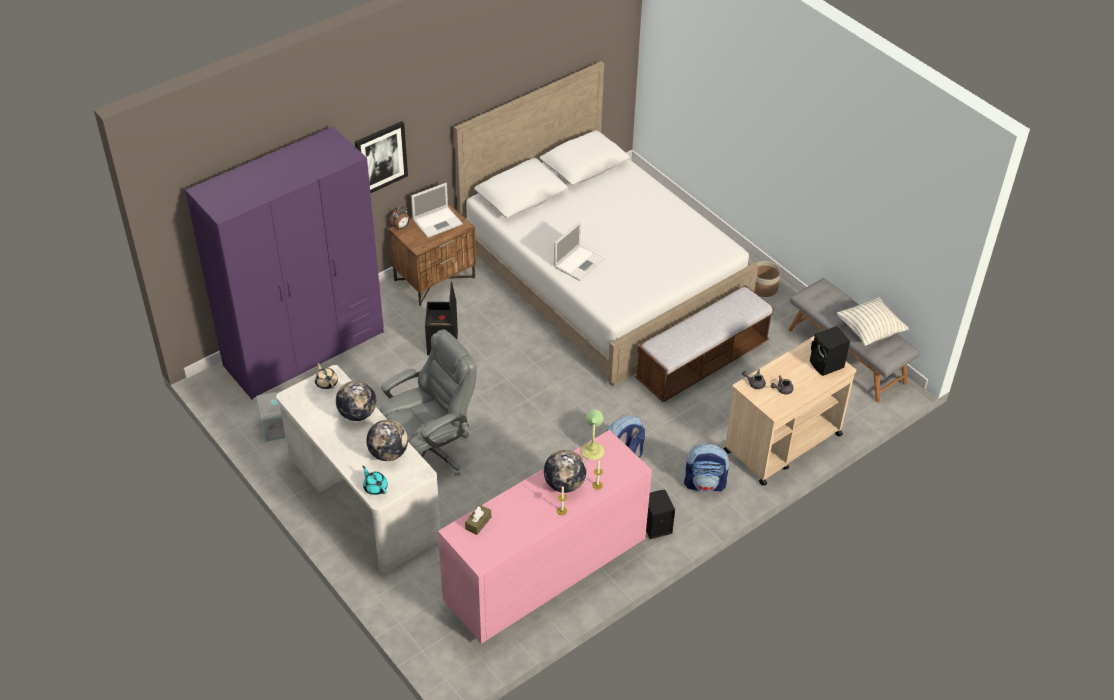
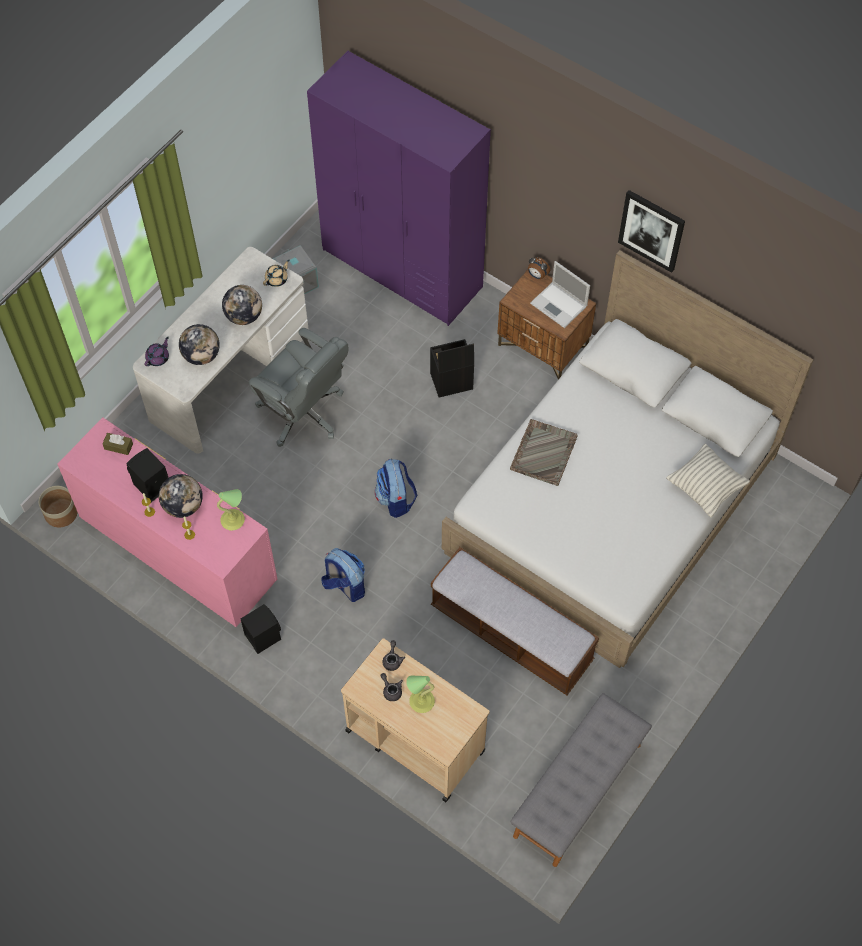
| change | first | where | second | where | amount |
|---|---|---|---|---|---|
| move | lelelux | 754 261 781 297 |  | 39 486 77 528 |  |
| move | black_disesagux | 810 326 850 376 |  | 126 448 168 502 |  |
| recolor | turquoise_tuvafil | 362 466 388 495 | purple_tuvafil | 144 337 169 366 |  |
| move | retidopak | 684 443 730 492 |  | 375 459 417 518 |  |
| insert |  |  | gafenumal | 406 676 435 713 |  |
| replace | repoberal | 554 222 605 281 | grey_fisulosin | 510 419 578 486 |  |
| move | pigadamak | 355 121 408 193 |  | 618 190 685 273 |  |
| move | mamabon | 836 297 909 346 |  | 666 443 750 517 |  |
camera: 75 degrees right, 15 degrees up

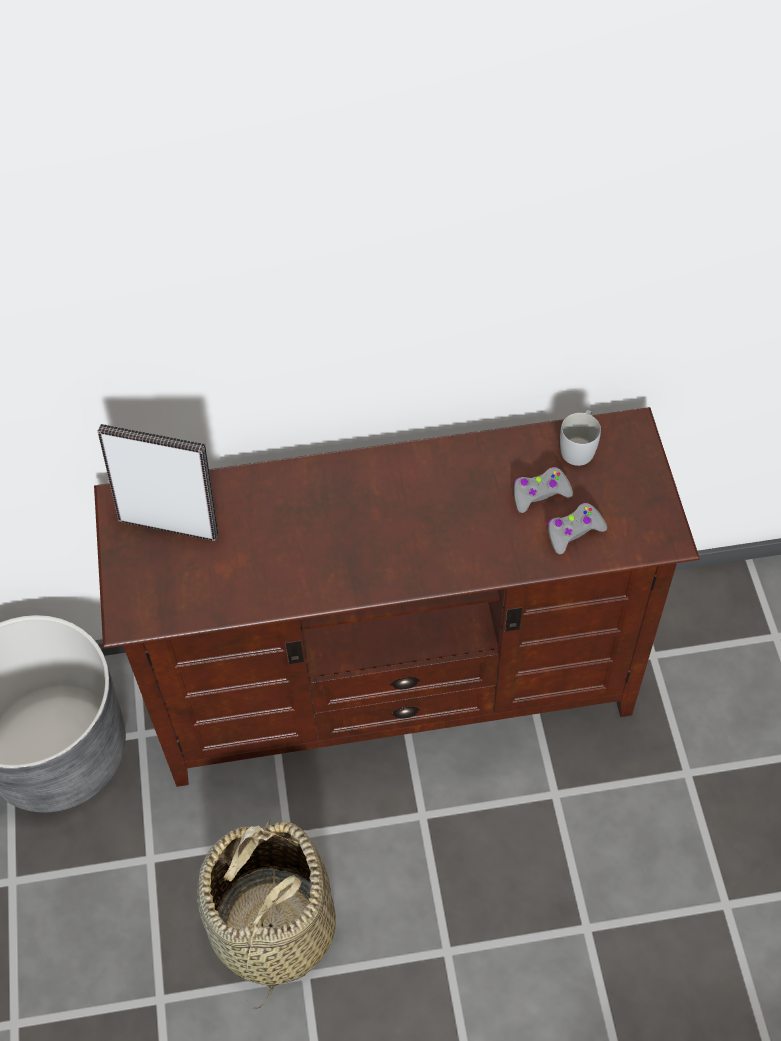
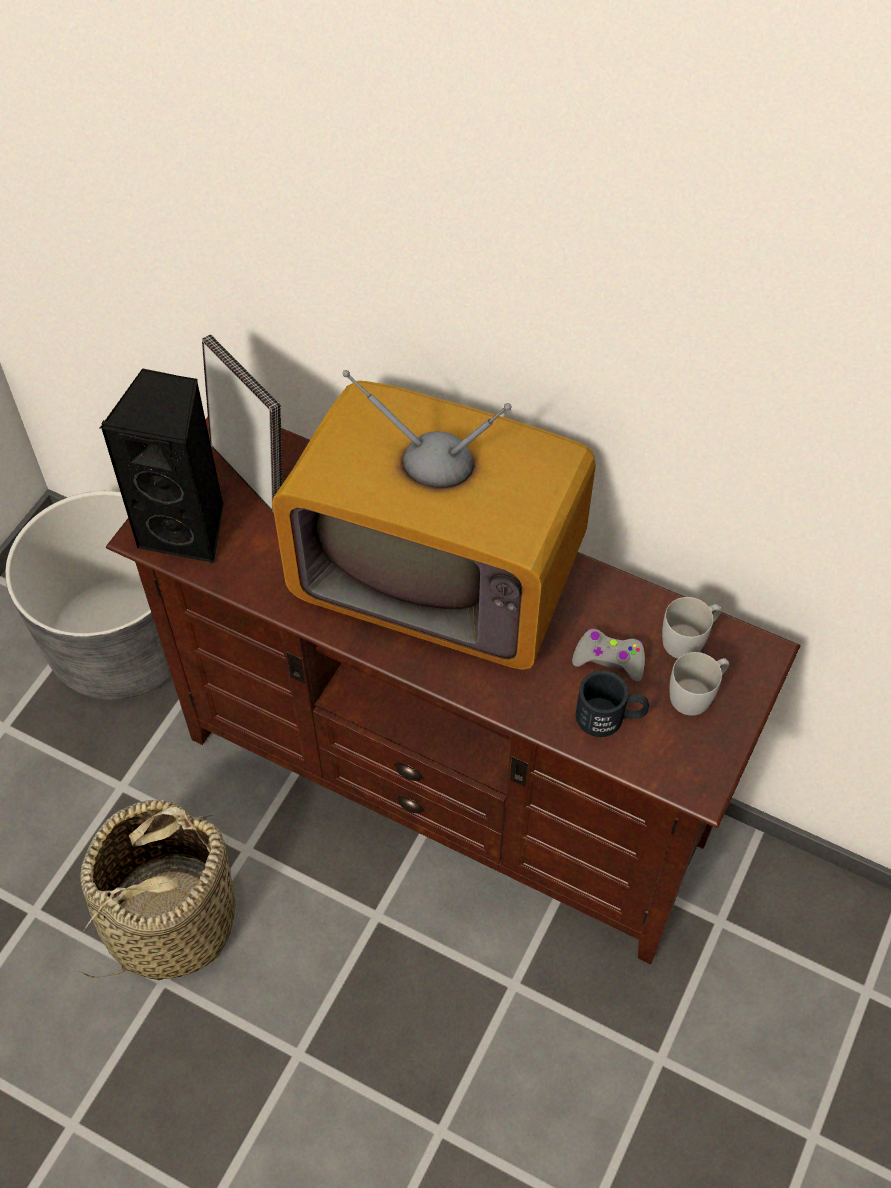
| change | first | where | second | where | amount |
|---|---|---|---|---|---|
| insert |  |  | black_disesagux | 100 368 224 565 |  |
| insert |  |  | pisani | 272 370 596 670 |  |
| replace | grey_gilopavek | 547 503 607 554 | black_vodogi | 576 670 649 737 |  |
| insert |  |  | white_vodogi | 670 652 729 716 |  |
camera: 35 degrees right, 0 degrees up

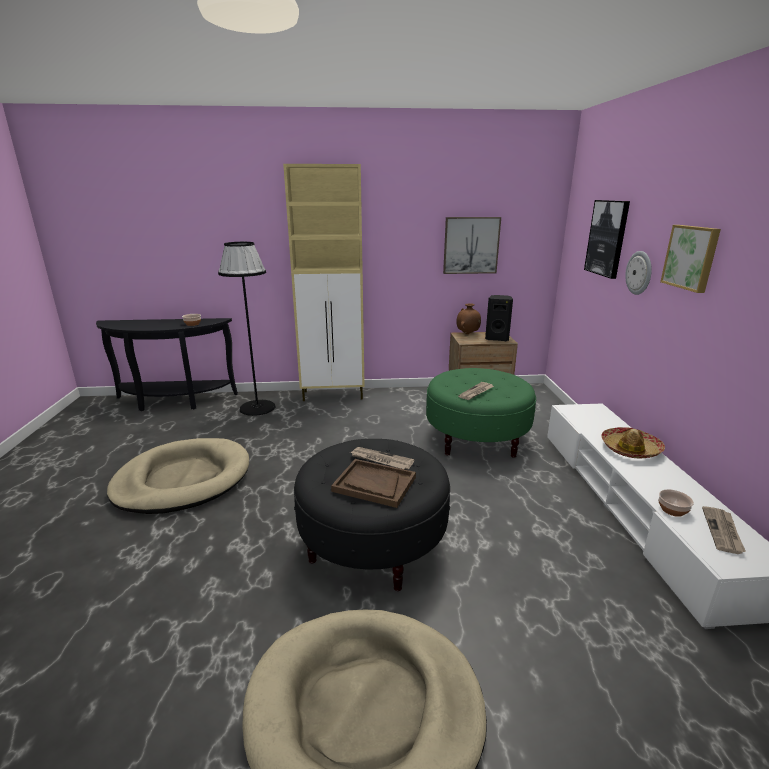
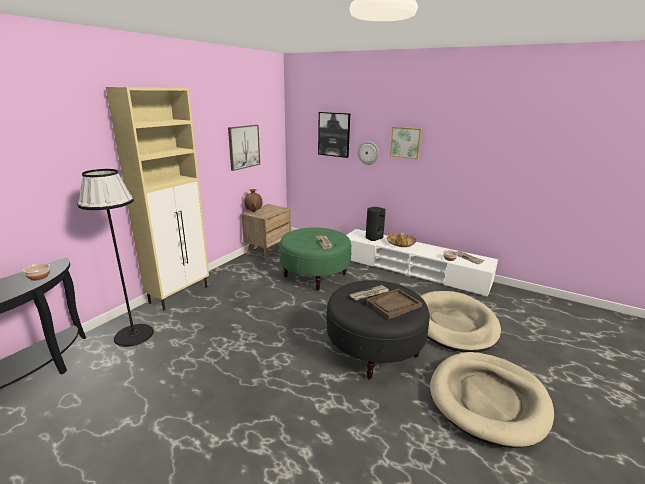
| change | first | where | second | where | amount |
|---|---|---|---|---|---|
| move | black_disesagux | 485 295 513 341 |  | 366 207 386 241 |  |
| move | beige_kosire | 107 438 249 514 |  | 420 291 501 352 |  |
camera: 55 degrees left, 0 degrees up

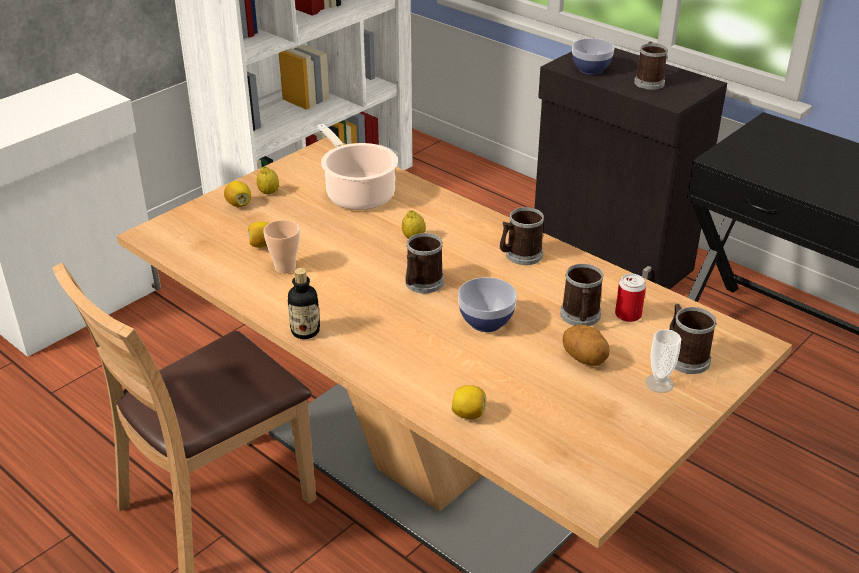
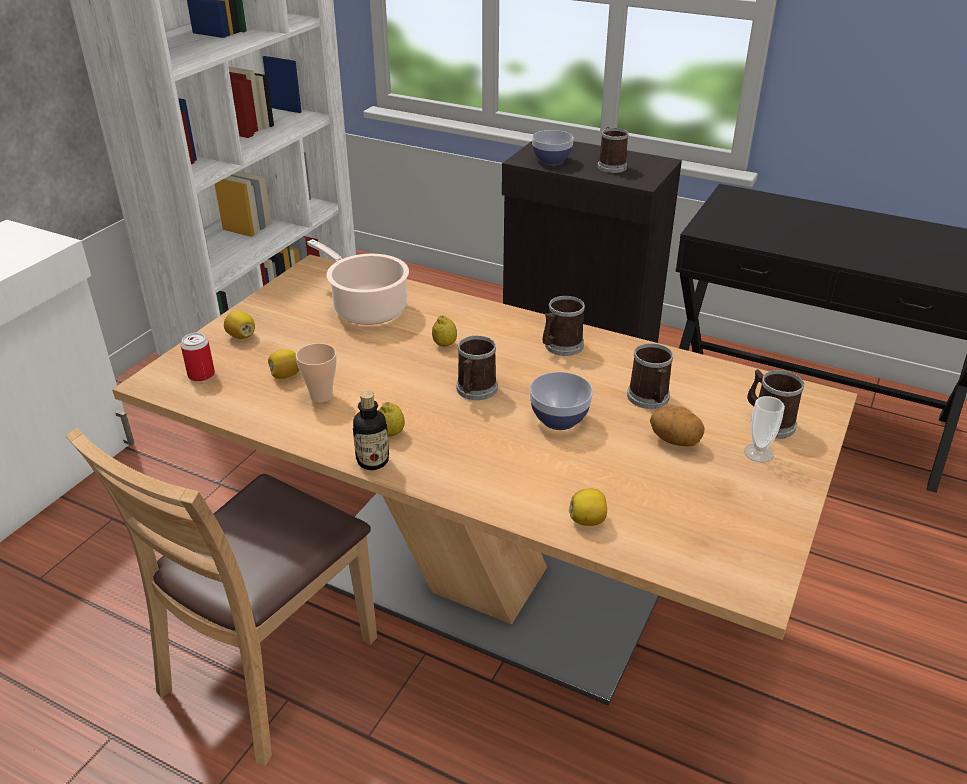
| change | first | where | second | where | amount |
|---|---|---|---|---|---|
| move | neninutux | 615 274 646 322 |  | 181 333 215 382 |  |
| move | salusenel | 257 167 279 194 |  | 378 402 405 436 |  |
camera: 15 degrees left, 0 degrees up

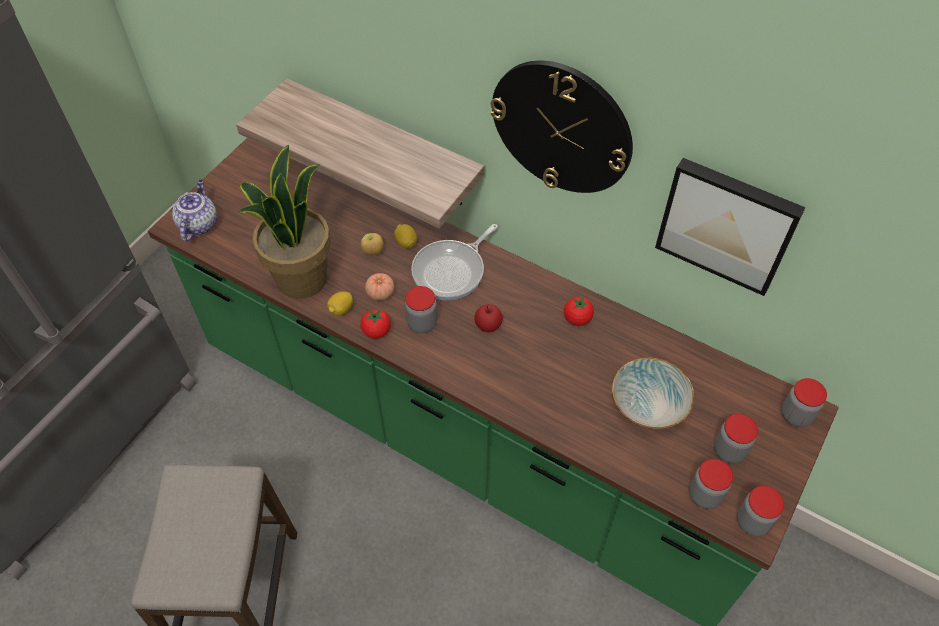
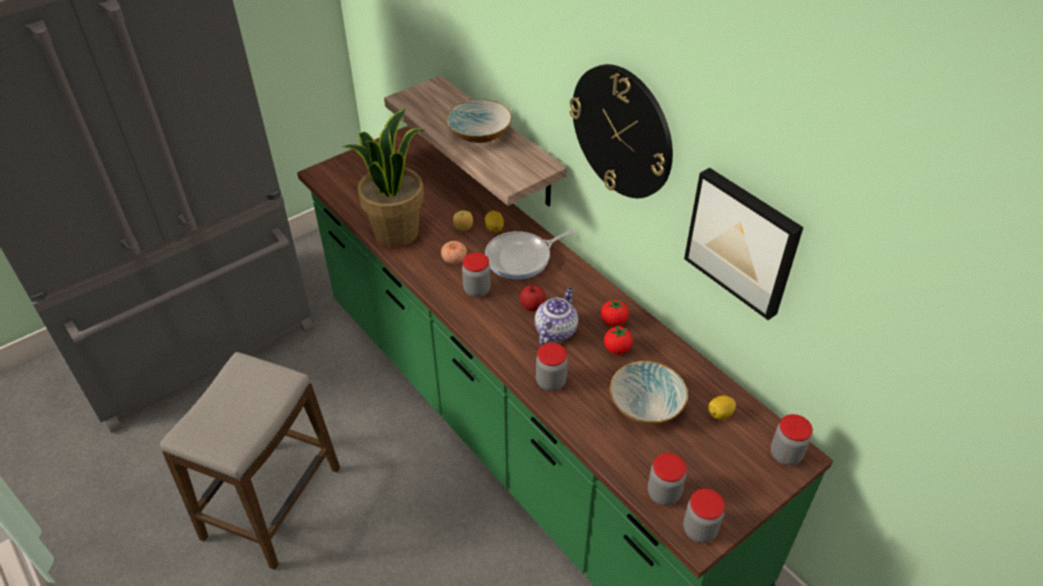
| change | first | where | second | where | amount |
|---|---|---|---|---|---|
| insert |  |  | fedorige | 446 99 512 143 |  |
| move | tuvafil | 172 179 217 242 |  | 535 287 578 345 |  |
| move | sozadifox | 714 414 758 463 |  | 536 343 568 391 |  |
| move | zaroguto | 360 309 391 339 |  | 604 325 633 354 |  |
| move | salusenel | 327 292 353 316 |  | 708 396 736 420 |  |
camera: 20 degrees right, 10 degrees down

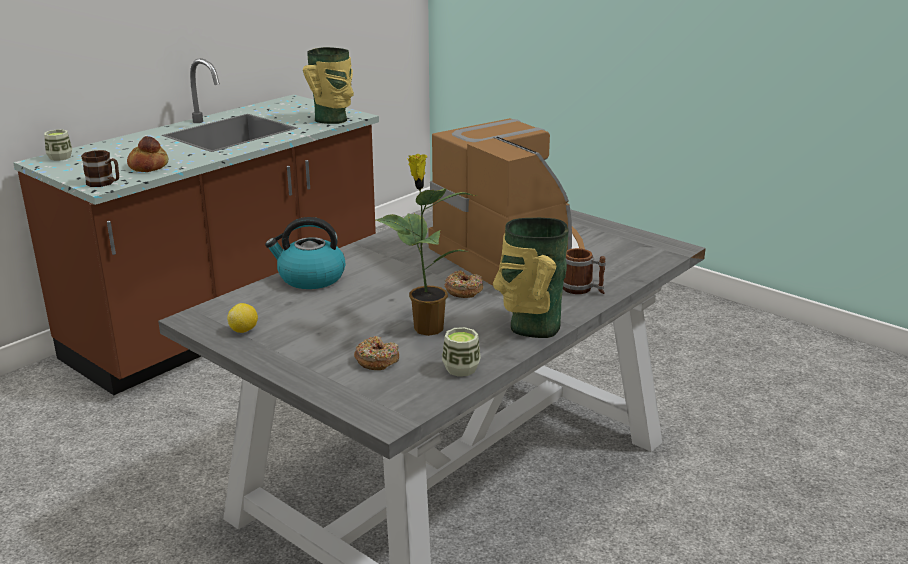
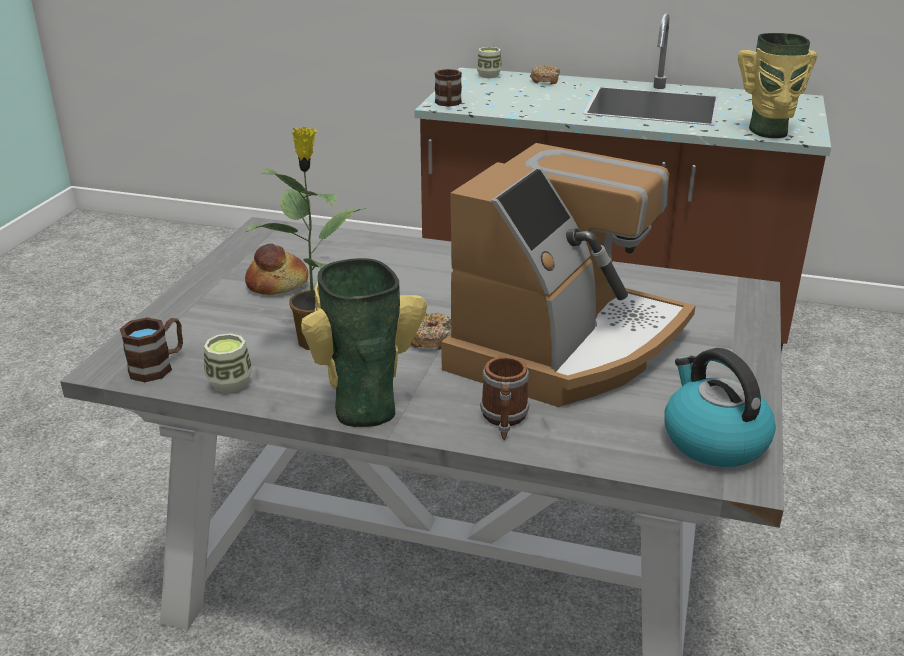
| change | first | where | second | where | amount |
|---|---|---|---|---|---|
| insert |  |  | brown_vodogi | 120 317 183 382 |  |
| move | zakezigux | 127 136 169 172 |  | 245 243 308 295 |  |
| move | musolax | 354 336 399 370 |  | 530 66 560 84 |  |
| move | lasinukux | 265 217 345 289 |  | 664 348 776 467 |  |
| delete | salusenel | 227 303 258 333 |  |  |  |
camera: 65 degrees right, 5 degrees up

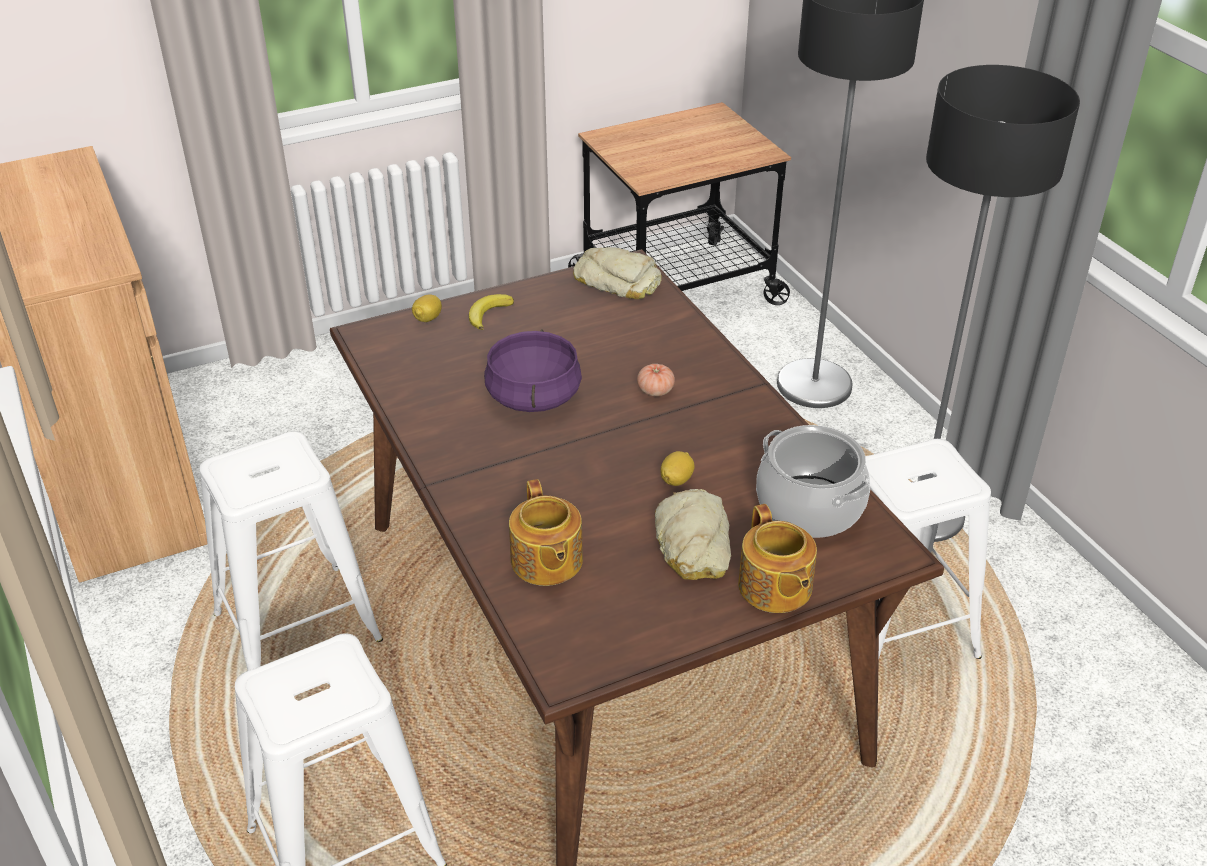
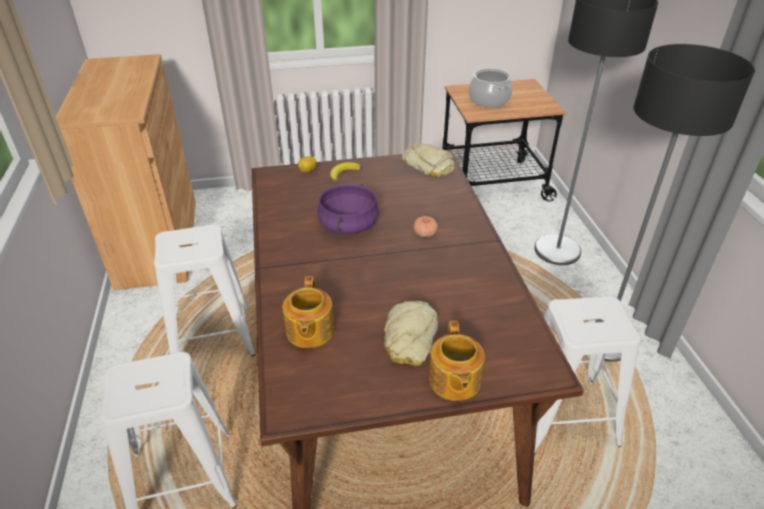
| change | first | where | second | where | amount |
|---|---|---|---|---|---|
| move | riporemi | 756 425 870 538 |  | 469 68 512 108 |  |
| delete | salusenel | 660 451 695 486 |  |  |  |
camera: 15 degrees right, 0 degrees up

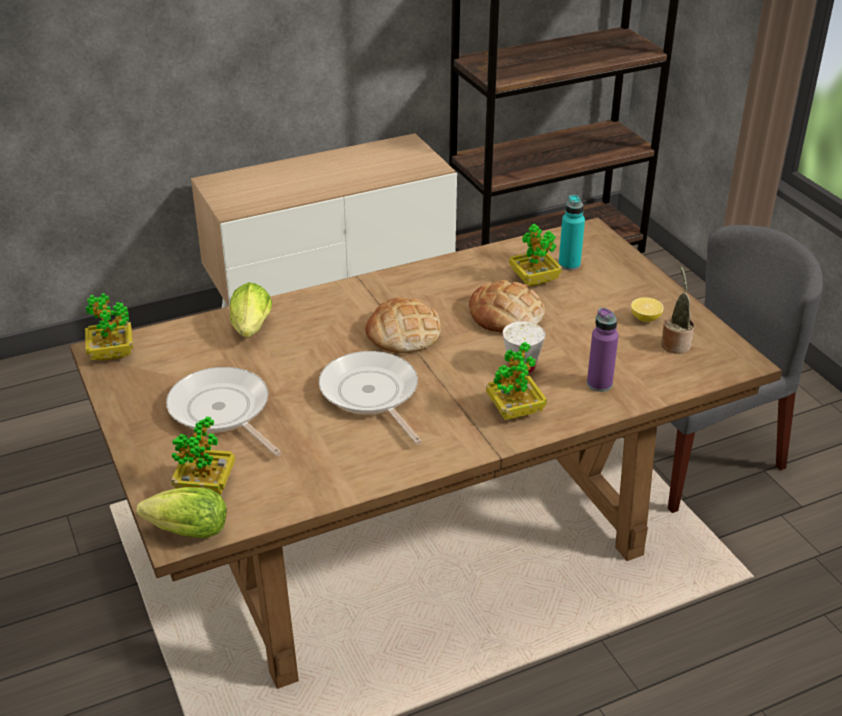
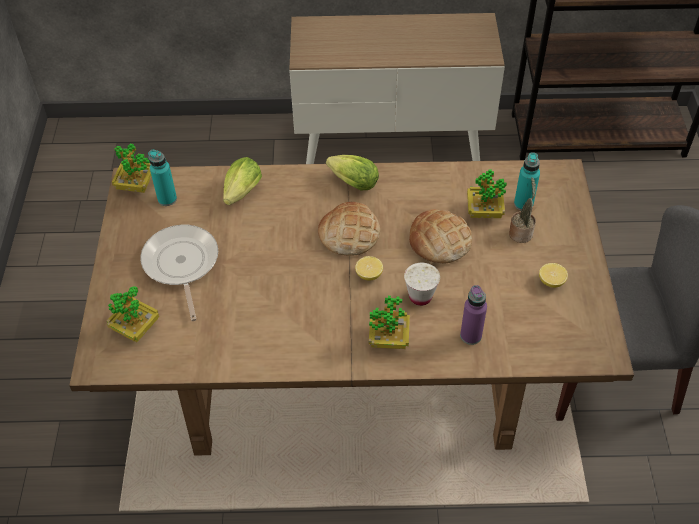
| change | first | where | second | where | amount |
|---|---|---|---|---|---|
| insert |  |  | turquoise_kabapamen | 148 150 177 206 |  |
| move | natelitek | 137 487 227 539 |  | 326 155 379 190 |  |
| insert |  |  | salusenel | 355 256 383 281 |  |
| move | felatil | 661 266 694 354 |  | 509 177 536 243 |  |
| delete | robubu | 319 351 422 444 |  |  |  |
camera: 25 degrees right, 15 degrees up

